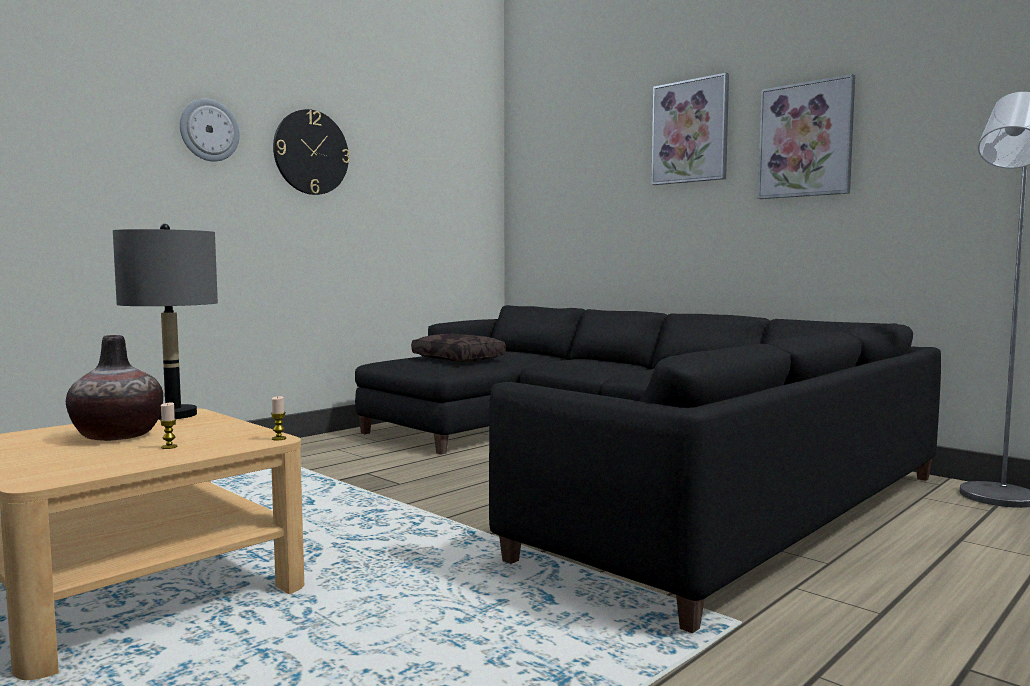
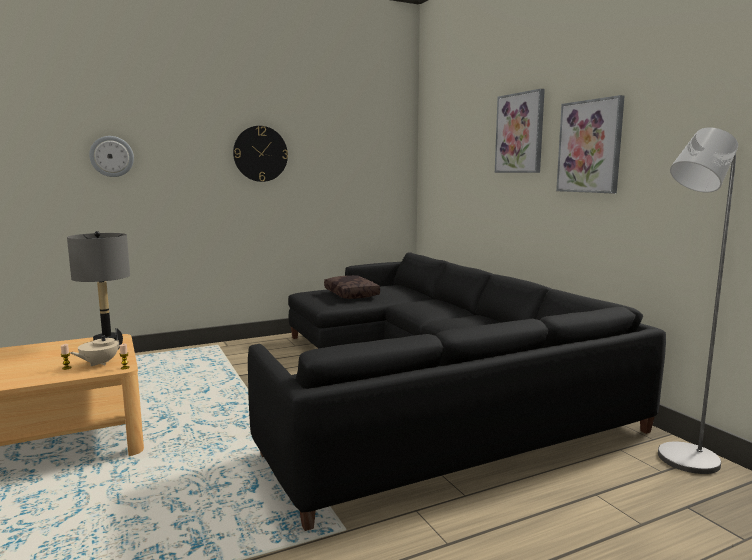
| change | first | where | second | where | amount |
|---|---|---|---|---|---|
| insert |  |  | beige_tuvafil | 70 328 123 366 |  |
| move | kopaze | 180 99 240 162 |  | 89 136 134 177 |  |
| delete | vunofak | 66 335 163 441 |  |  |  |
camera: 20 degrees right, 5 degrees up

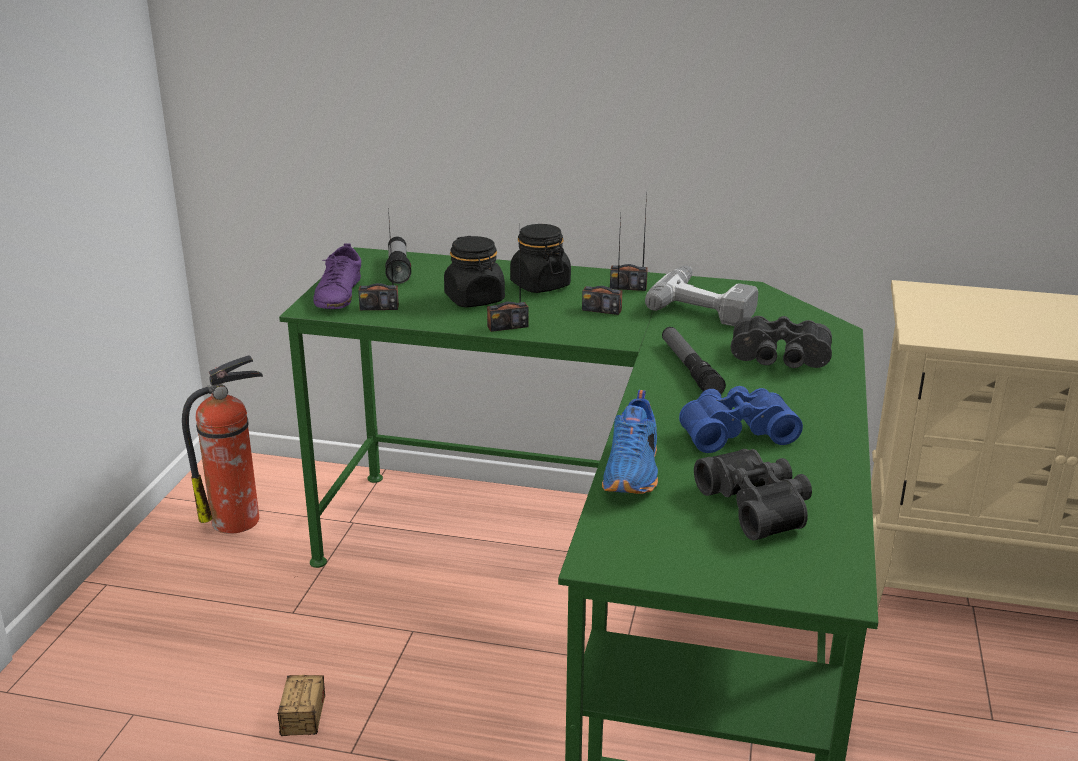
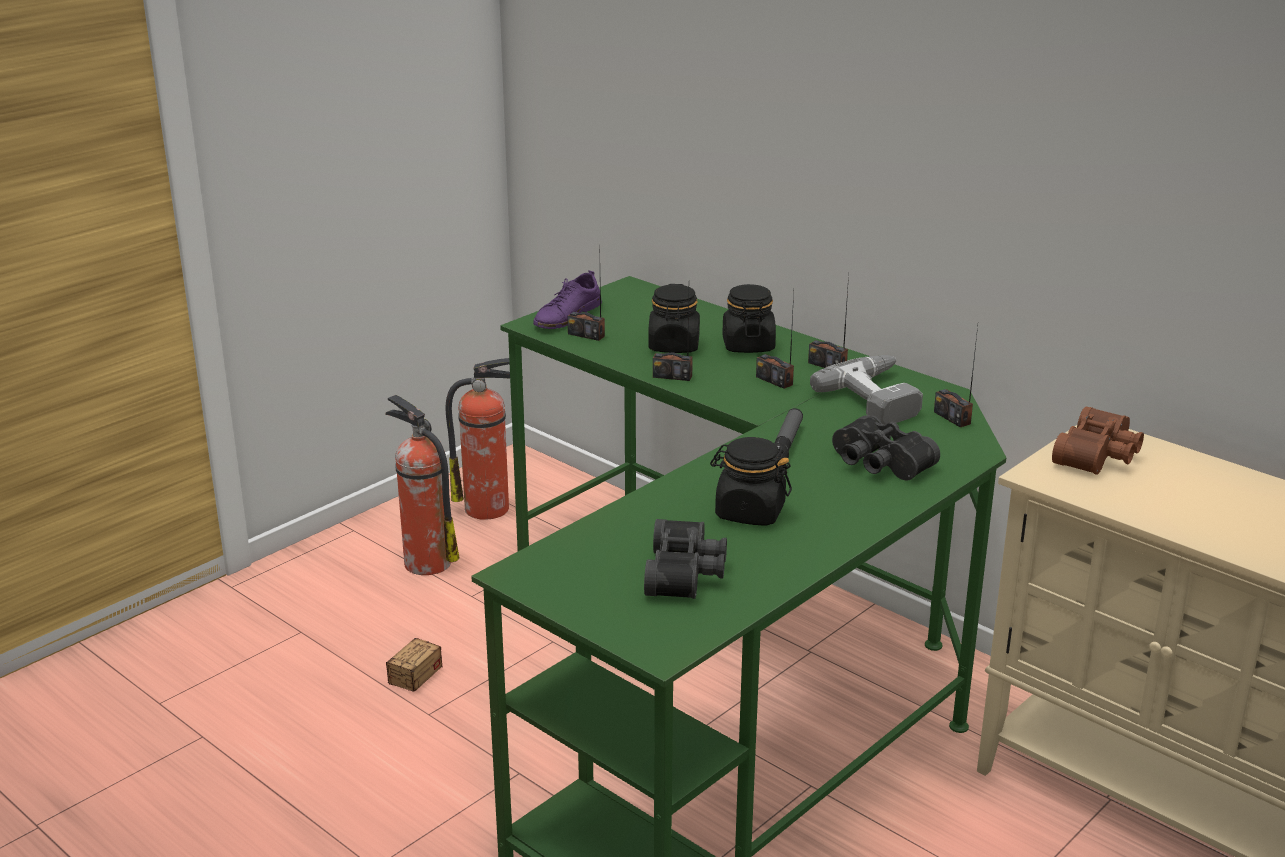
| change | first | where | second | where | amount |
|---|---|---|---|---|---|
| insert |  |  | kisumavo | 385 395 459 575 |  |
| replace | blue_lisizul | 679 386 803 453 | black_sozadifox | 710 437 792 526 |  |
| insert |  |  | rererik | 934 326 978 427 |  |
| insert |  |  | brown_lisizul | 1052 407 1144 475 |  |
| delete | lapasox | 385 237 411 284 |  |  |  |
| delete | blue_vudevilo | 602 390 658 494 |  |  |  |
camera: 30 degrees right, 0 degrees up

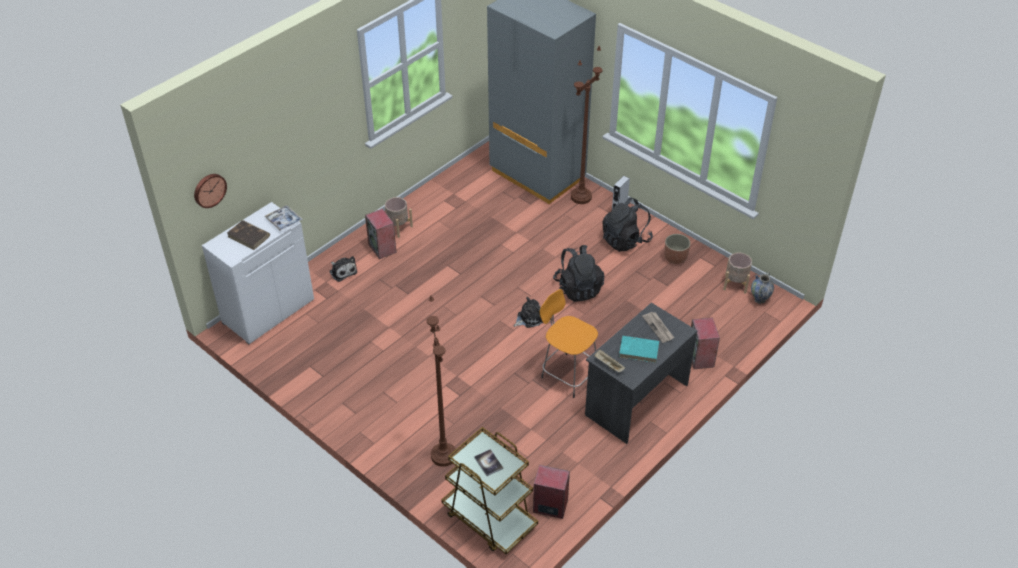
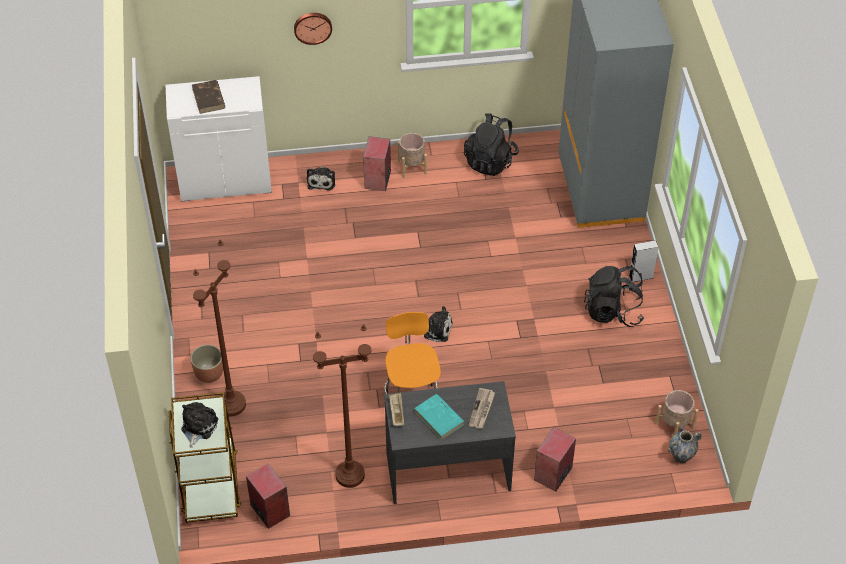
| change | first | where | second | where | amount |
|---|---|---|---|---|---|
| replace | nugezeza | 474 449 503 476 | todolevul | 181 402 218 448 |  |
| move | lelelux | 664 234 691 264 |  | 191 345 223 383 |  |
| move | kopaze | 194 174 227 208 |  | 294 13 332 45 |  |
| move | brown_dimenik | 571 46 602 204 |  | 313 324 371 488 |  |
| move | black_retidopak | 553 245 604 302 |  | 464 113 519 176 |  |
| delete | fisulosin | 264 205 303 231 |  |  |  |
camera: 40 degrees right, 5 degrees up

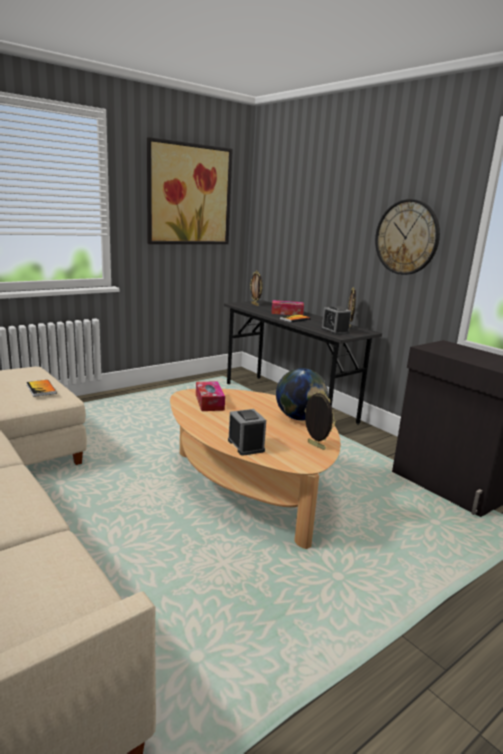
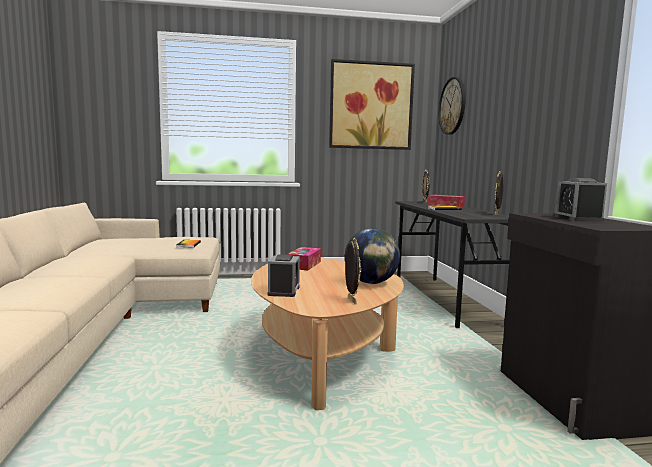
| change | first | where | second | where | amount |
|---|---|---|---|---|---|
| move | kopaze | 375 199 440 275 |  | 439 77 466 135 |  |
| move | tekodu | 321 306 351 335 |  | 555 178 607 222 |  |
camera: 30 degrees right, 10 degrees down

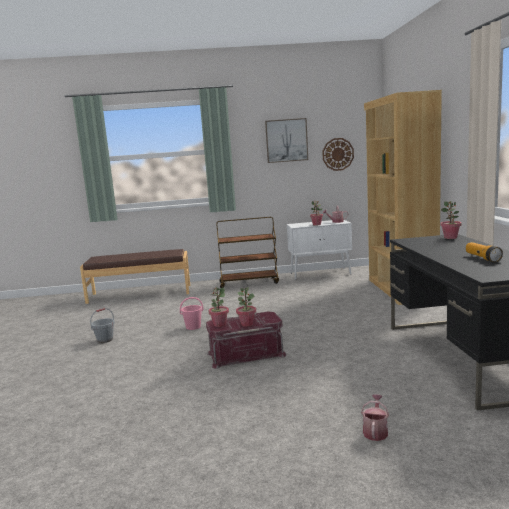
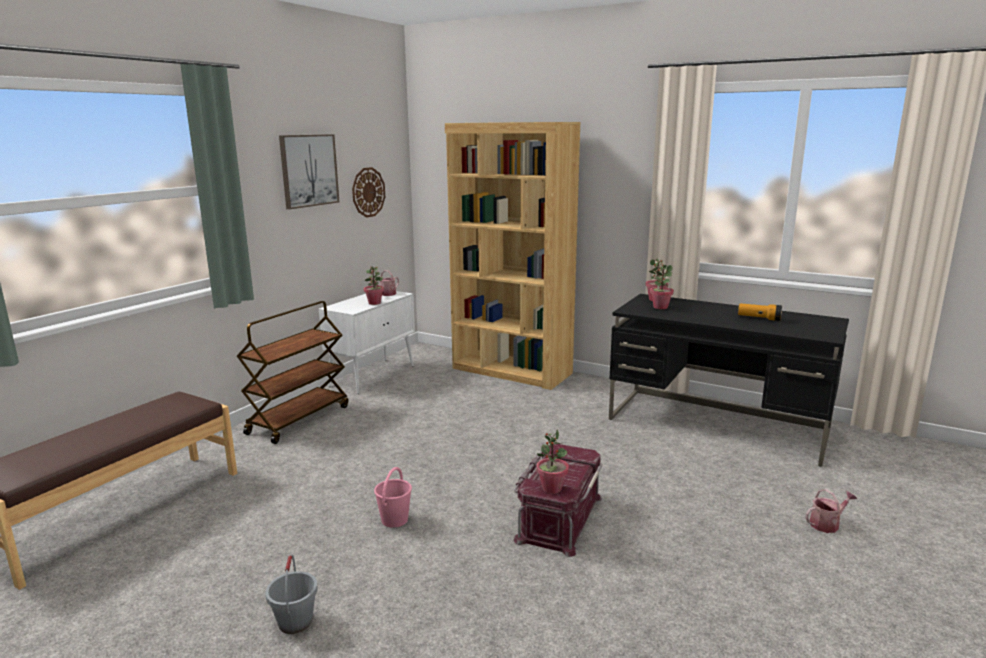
| change | first | where | second | where | amount |
|---|---|---|---|---|---|
| move | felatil | 236 287 256 327 |  | 650 264 674 309 |  |
| rotate | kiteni | 361 394 389 441 |  | 805 489 857 533 | 105 degrees clockwise |
camera: 55 degrees left, 5 degrees up

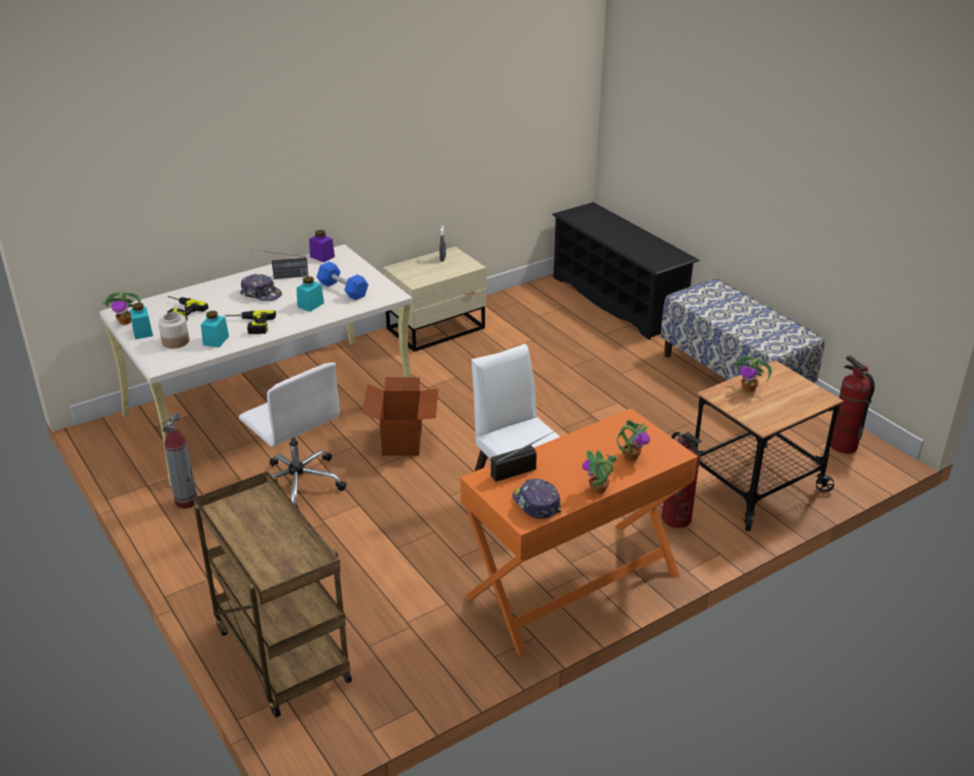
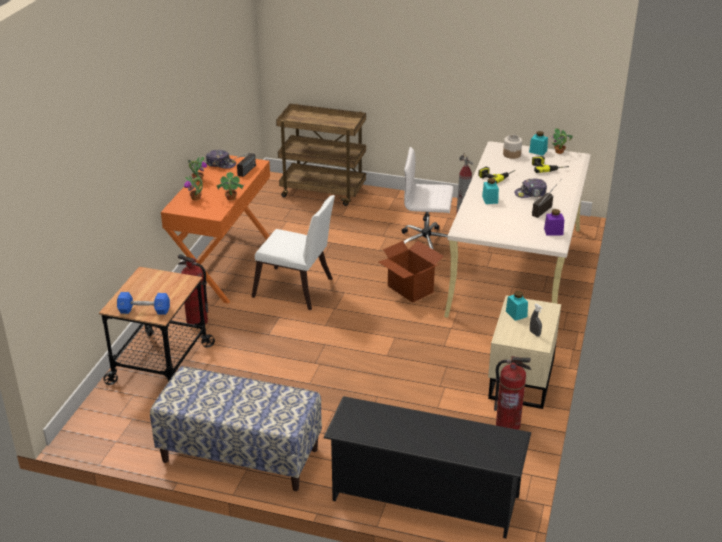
| change | first | where | second | where | amount |
|---|---|---|---|---|---|
| move | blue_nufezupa | 317 261 369 300 |  | 117 292 170 315 |  |
| move | felatil | 733 356 772 392 |  | 216 172 245 200 |  |
| move | kisumavo | 830 355 875 454 |  | 494 356 531 430 |  |
| move | turquoise_sozadifox | 201 311 229 347 |  | 506 291 528 321 |  |
camera: 140 degrees right, 0 degrees up

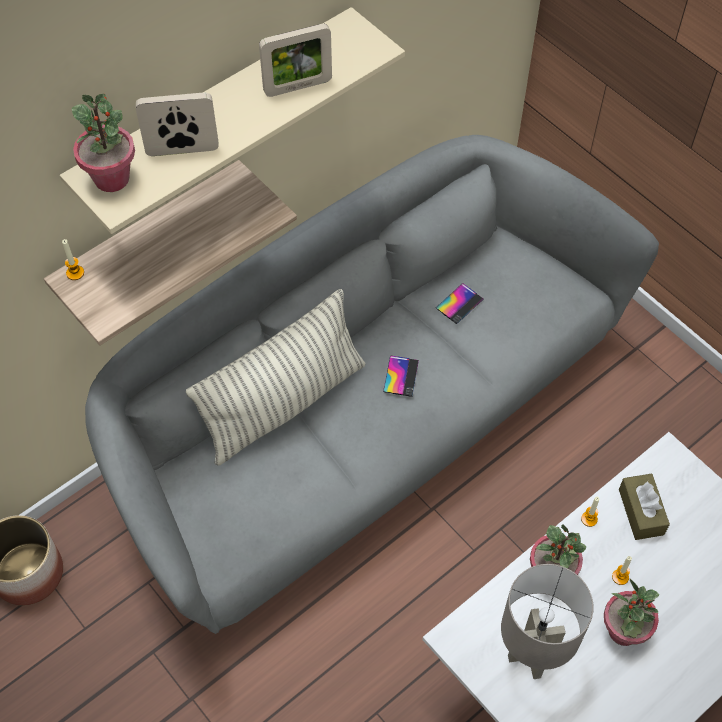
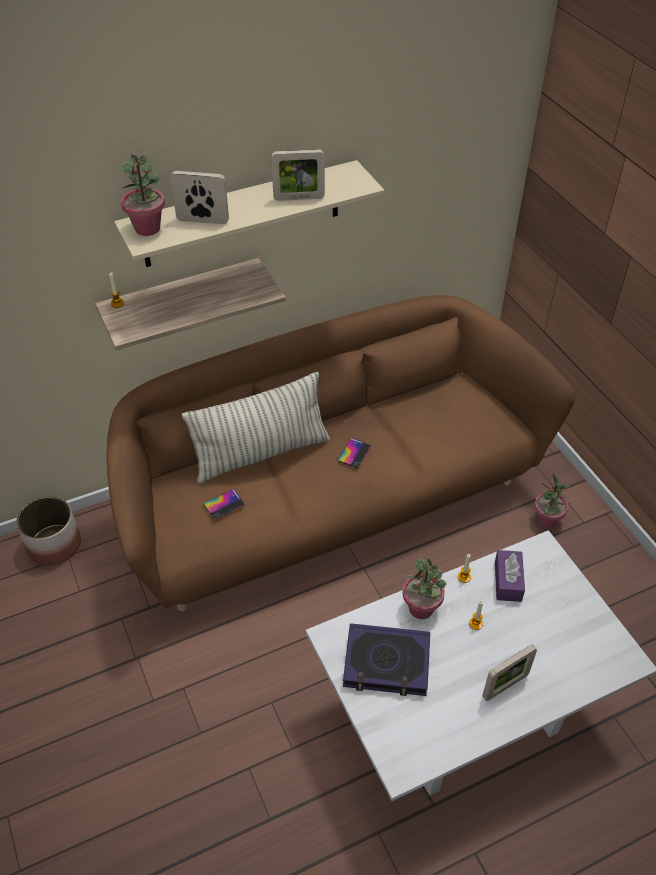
| change | first | where | second | where | amount |
|---|---|---|---|---|---|
| recolor | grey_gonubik | 85 135 659 634 | brown_gonubik | 107 295 576 611 |  |
| move | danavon | 436 283 483 324 |  | 203 489 245 519 |  |
| replace | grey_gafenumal | 501 564 593 679 | nugezeza | 343 623 430 696 |  |
| insert |  |  | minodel | 482 645 537 701 |  |
| recolor | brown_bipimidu | 619 473 670 540 | purple_bipimidu | 495 550 525 602 |  |
| move | felatil | 604 579 659 646 |  | 534 473 569 528 |  |
camera: 15 degrees right, 10 degrees down

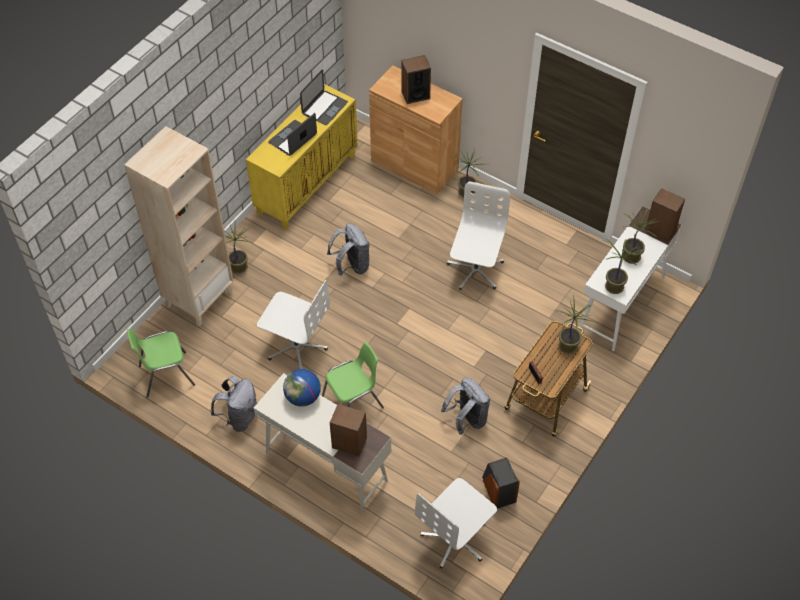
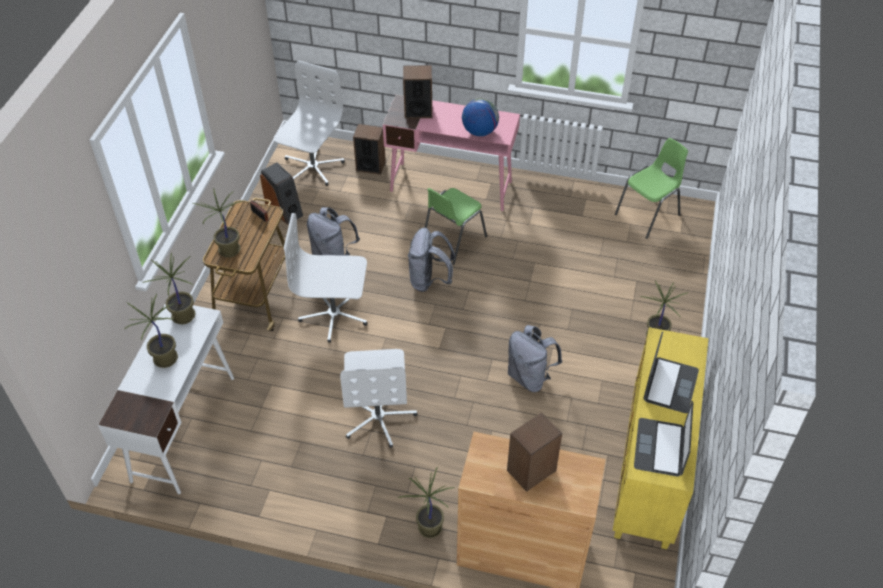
| change | first | where | second | where | amount |
|---|---|---|---|---|---|
| move | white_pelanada | 257 280 330 369 |  | 284 213 368 343 |  |
| move | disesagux | 645 188 685 241 |  | 353 124 386 175 |  |
| recolor | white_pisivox | 254 373 391 514 | pink_pisivox | 383 95 520 211 |  |
| move | grey_retidopak | 211 376 257 432 |  | 408 228 455 292 |  |
| delete | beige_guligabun | 124 126 233 327 |  |  |  |
camera: 160 degrees right, 5 degrees down

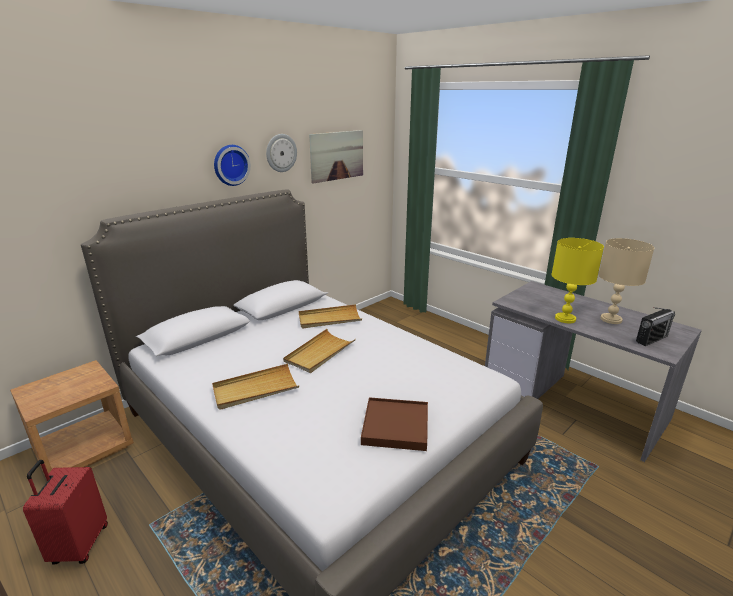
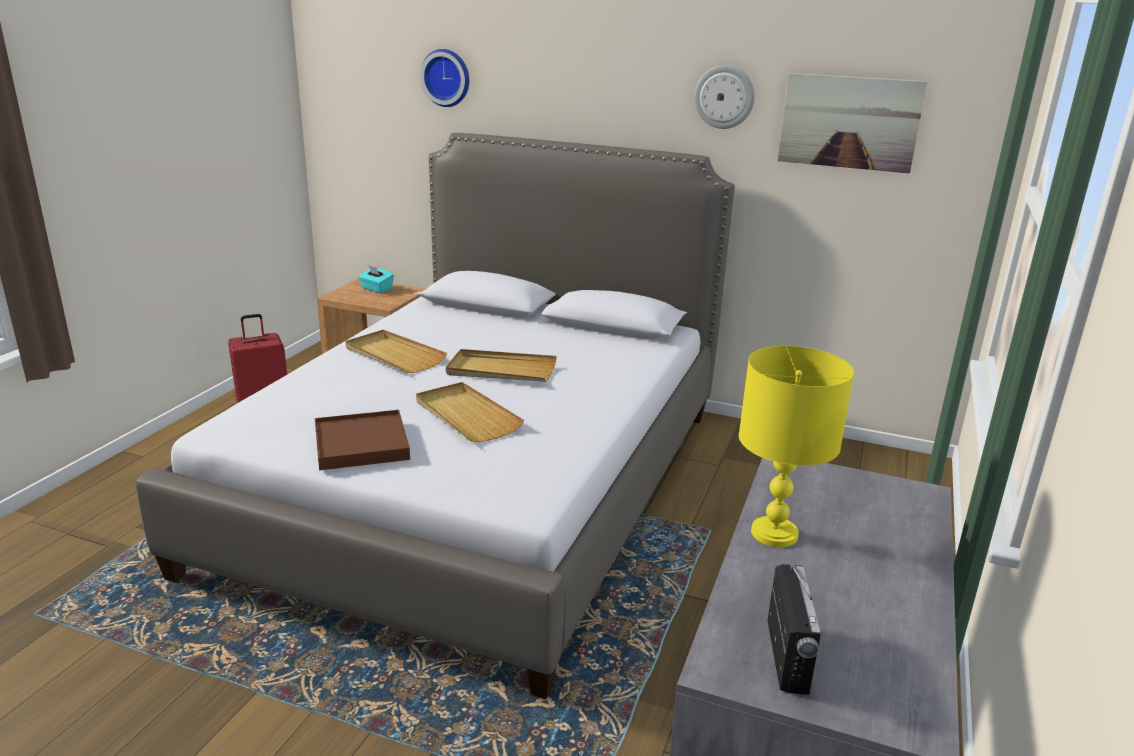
| change | first | where | second | where | amount |
|---|---|---|---|---|---|
| insert |  |  | turquoise_bipimidu | 358 265 394 293 |  |
| move | beige_fisulosin | 299 304 362 328 |  | 416 382 524 443 |  |
| move | kopaze | 214 145 251 186 |  | 420 49 469 107 |  |
| rotate | rererik | 636 307 675 346 |  | 767 564 821 695 | 120 degrees counterclockwise |
| delete | beige_gafenumal | 598 238 654 324 |  |  |  |
camera: 65 degrees right, 0 degrees up

